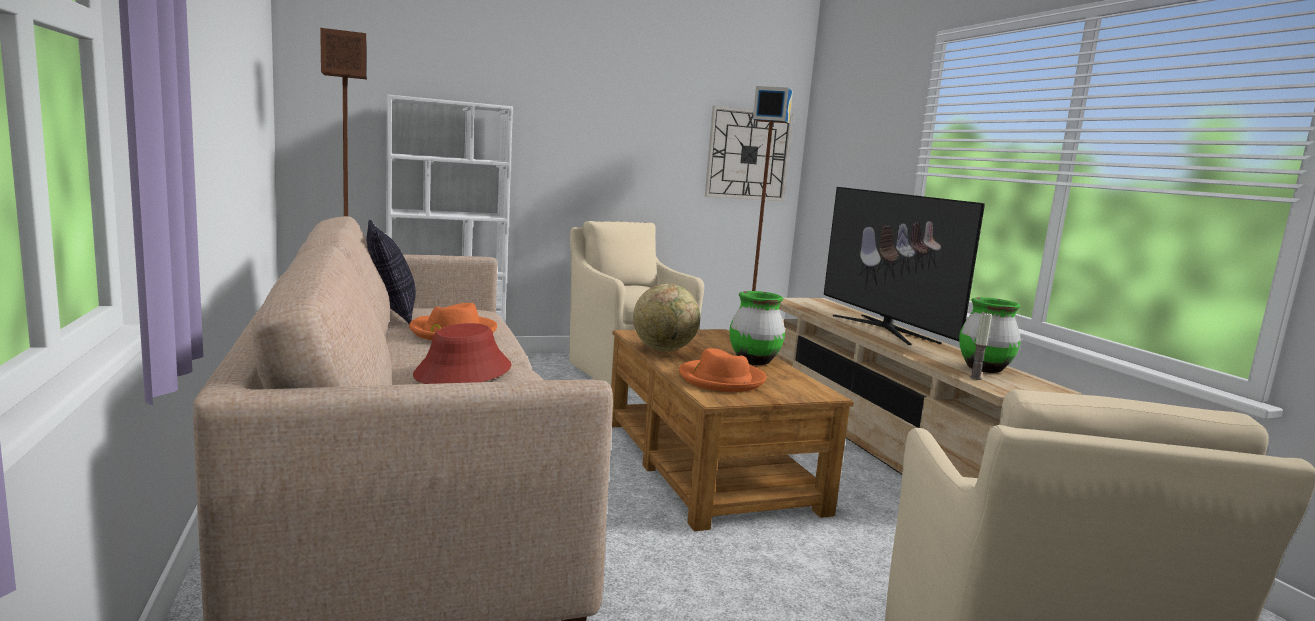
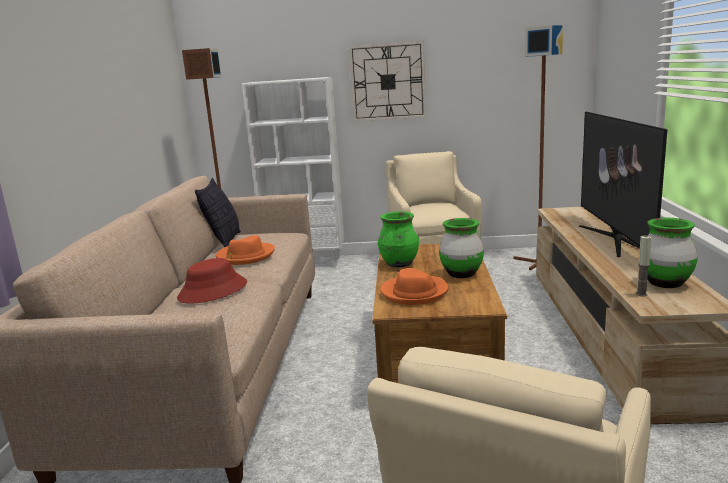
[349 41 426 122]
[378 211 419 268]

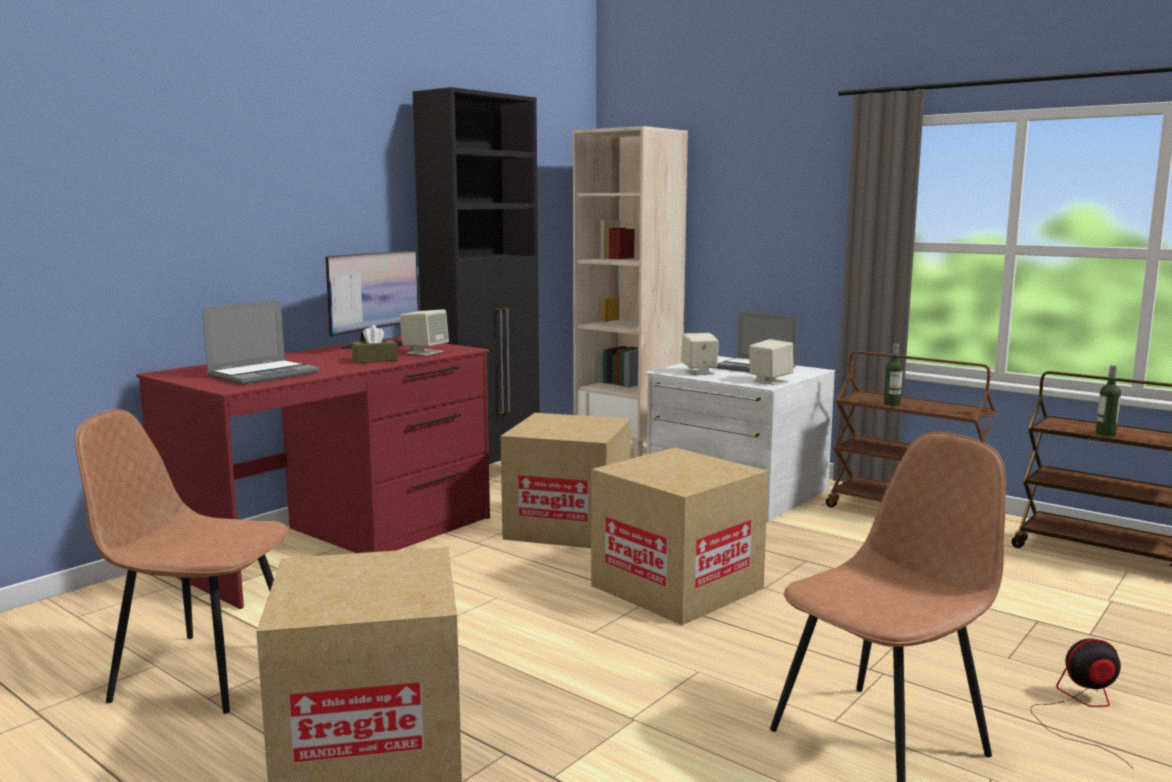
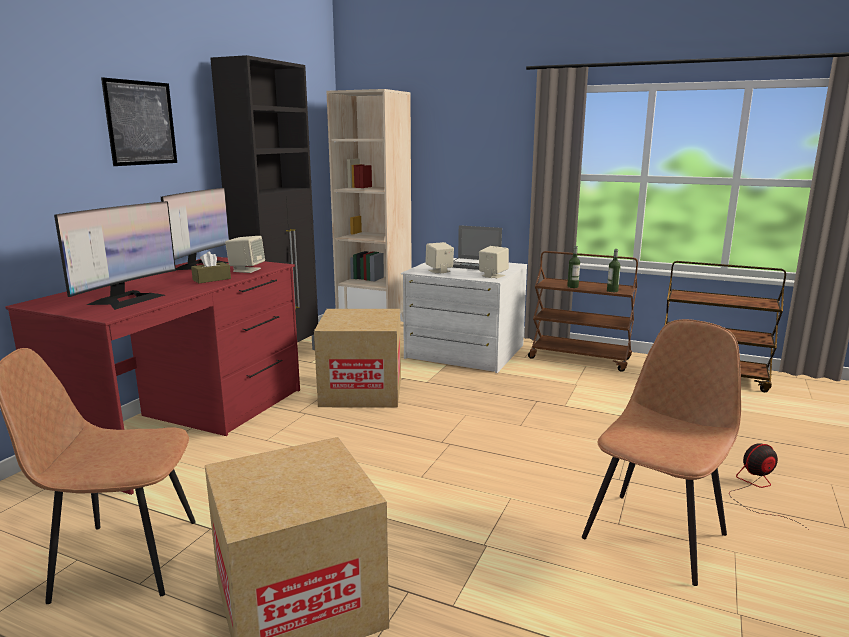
[591 447 768 625] (first image)
[101 77 177 166]
[607 249 621 292]
[54 201 176 310]

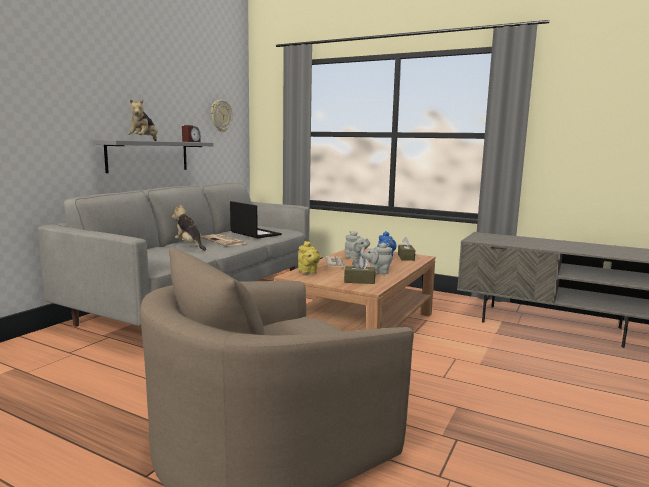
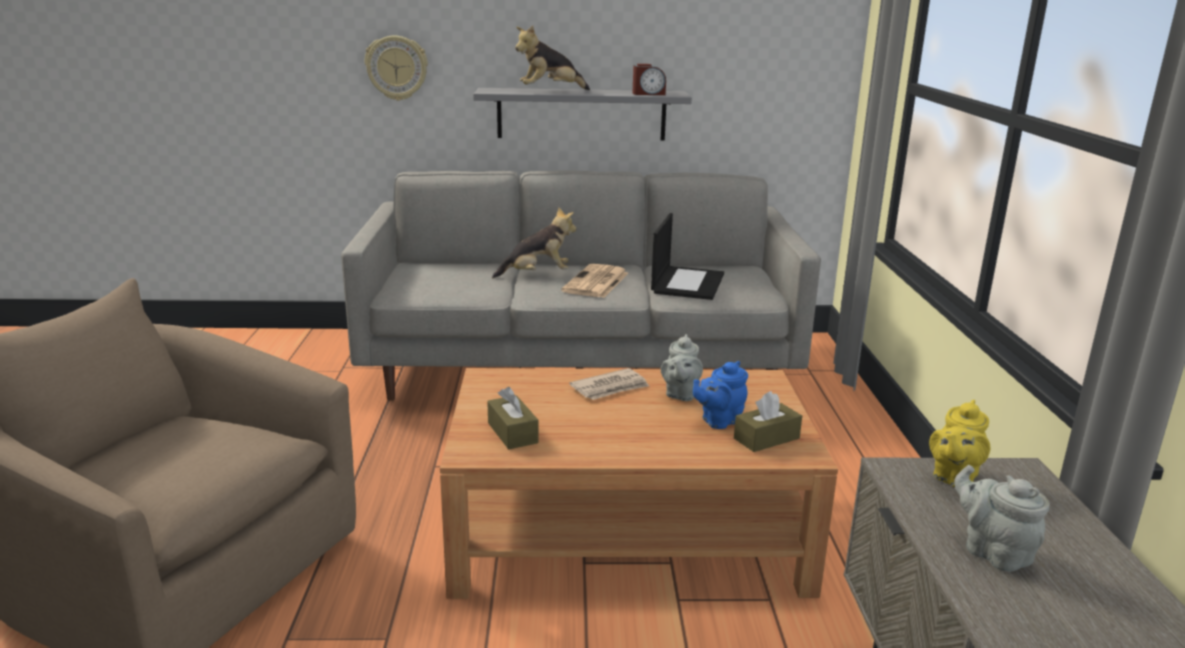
[365 36 428 101]
[929 400 990 487]
[954 465 1050 572]
[492 207 576 278]

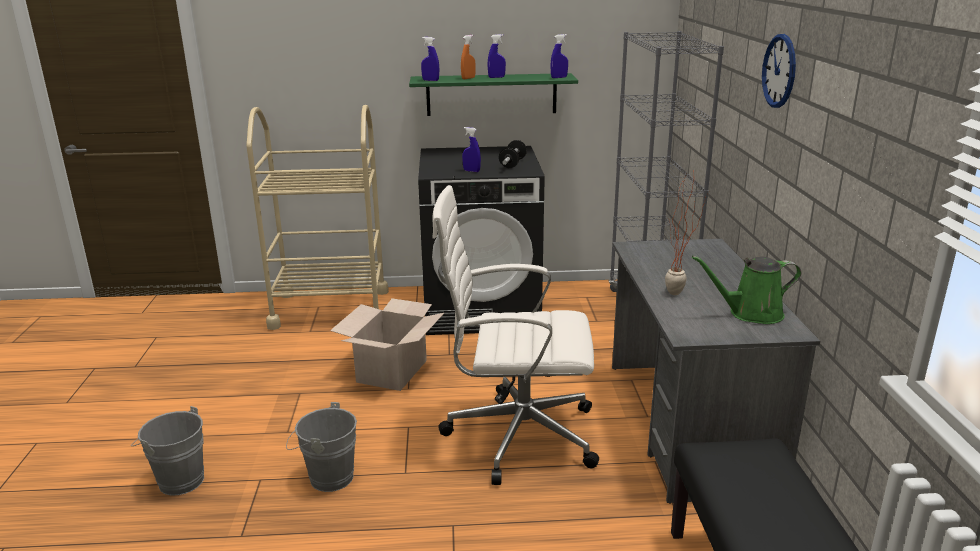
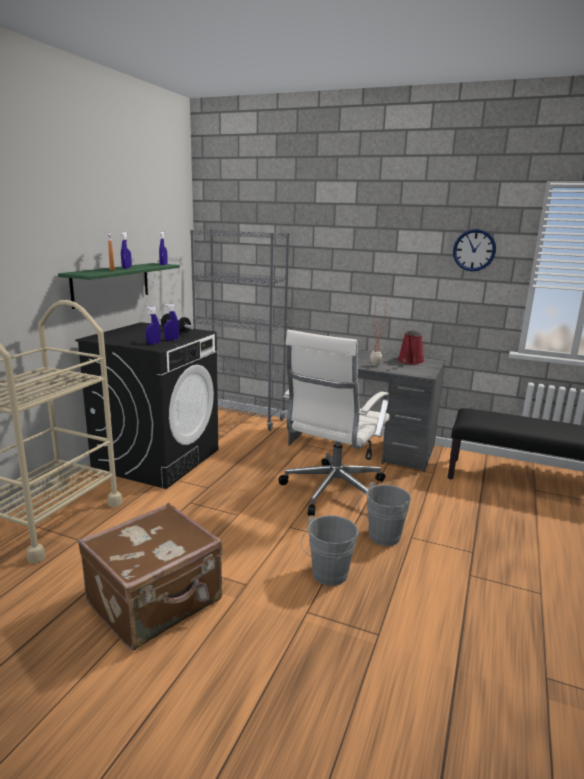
[330 298 444 391] (first image)
[78 503 223 651]
[358 482 411 546]
[146 306 161 345]
[453 229 496 271]
[398 330 425 364]

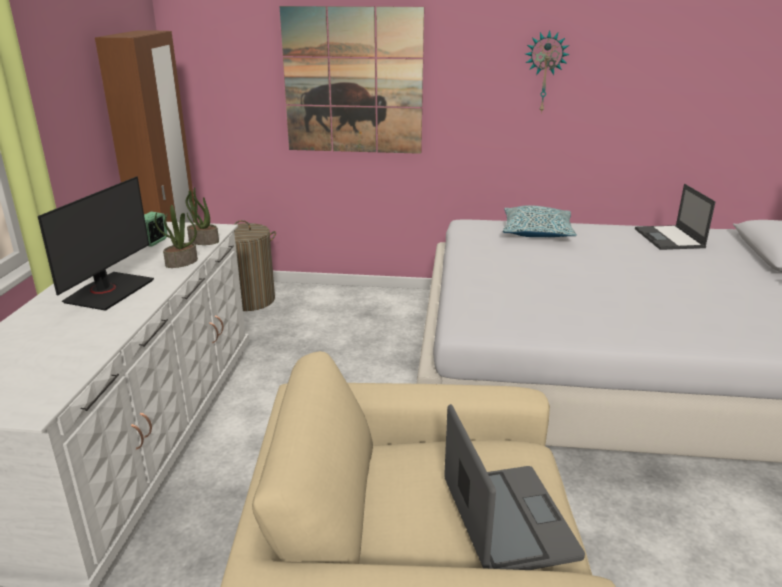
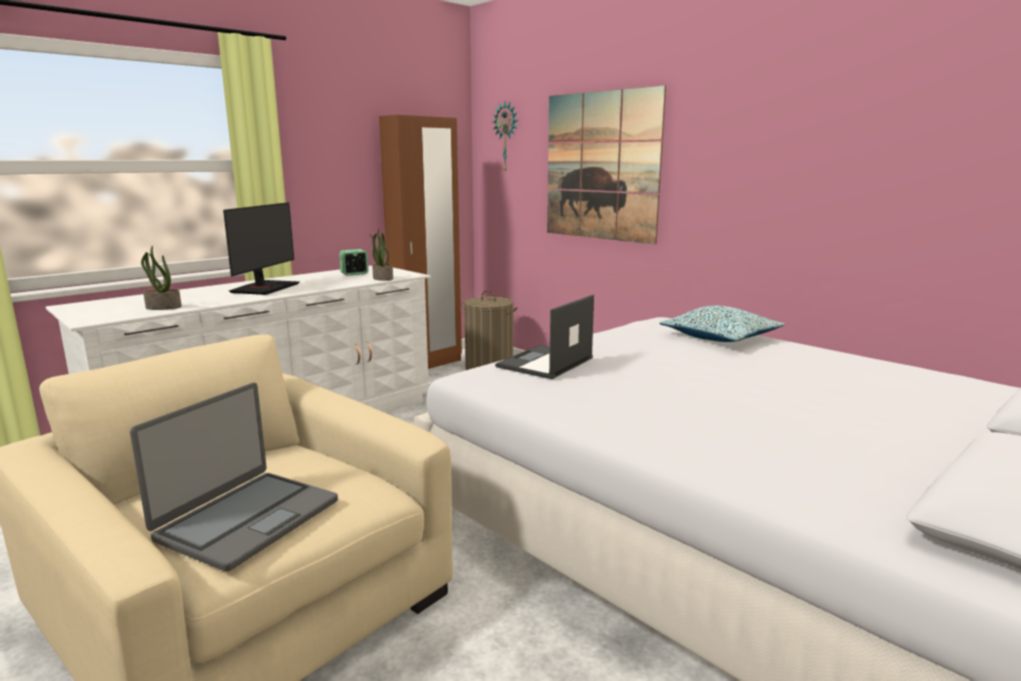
[141 246 182 310]
[493 102 518 171]
[495 295 594 379]
[223 202 299 295]

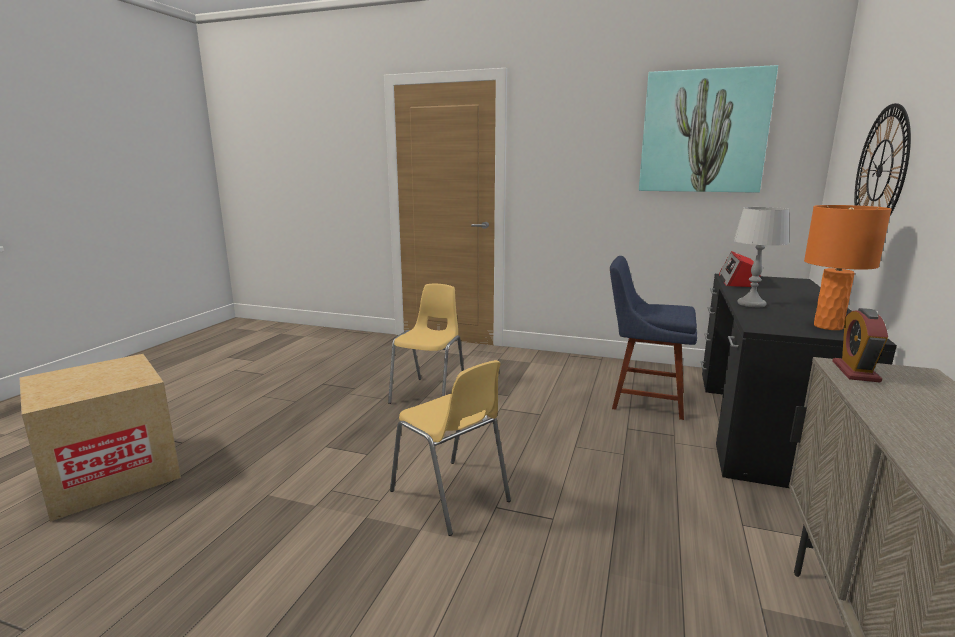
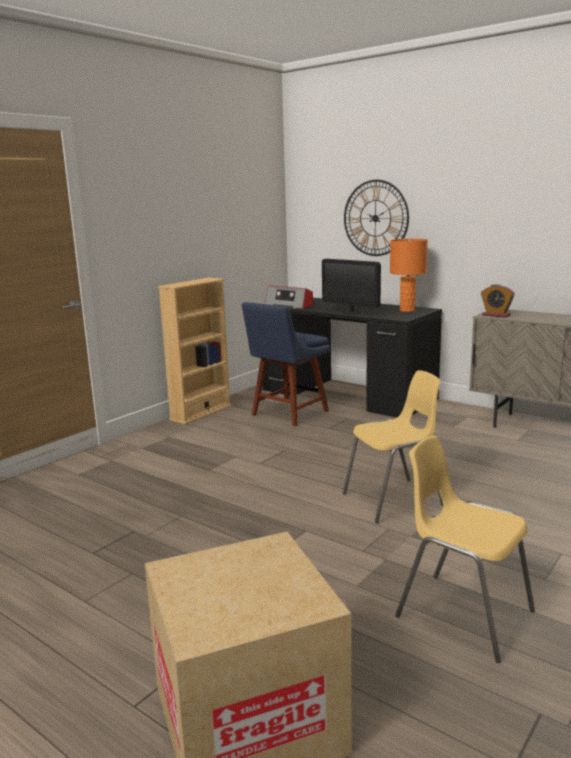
[639 65 778 193] (first image)
[158 278 232 425]
[395 436 535 663]
[322 259 381 314]

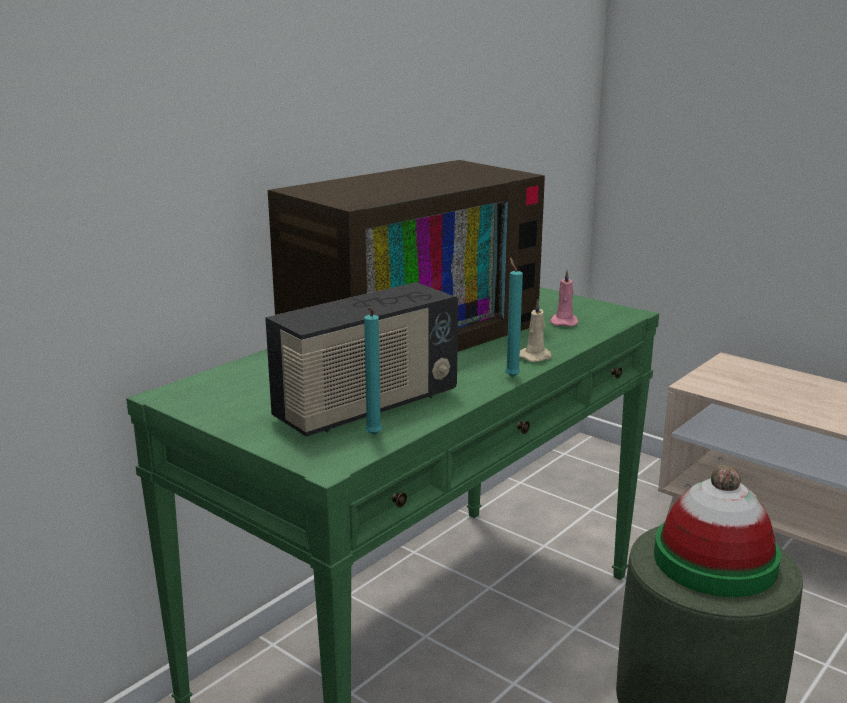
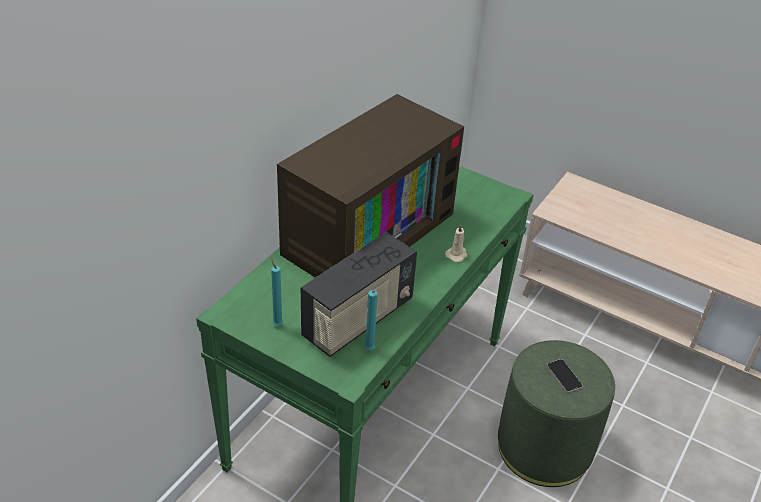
[550 270 578 327] (first image)
[271 257 283 326]
[547 359 583 392]

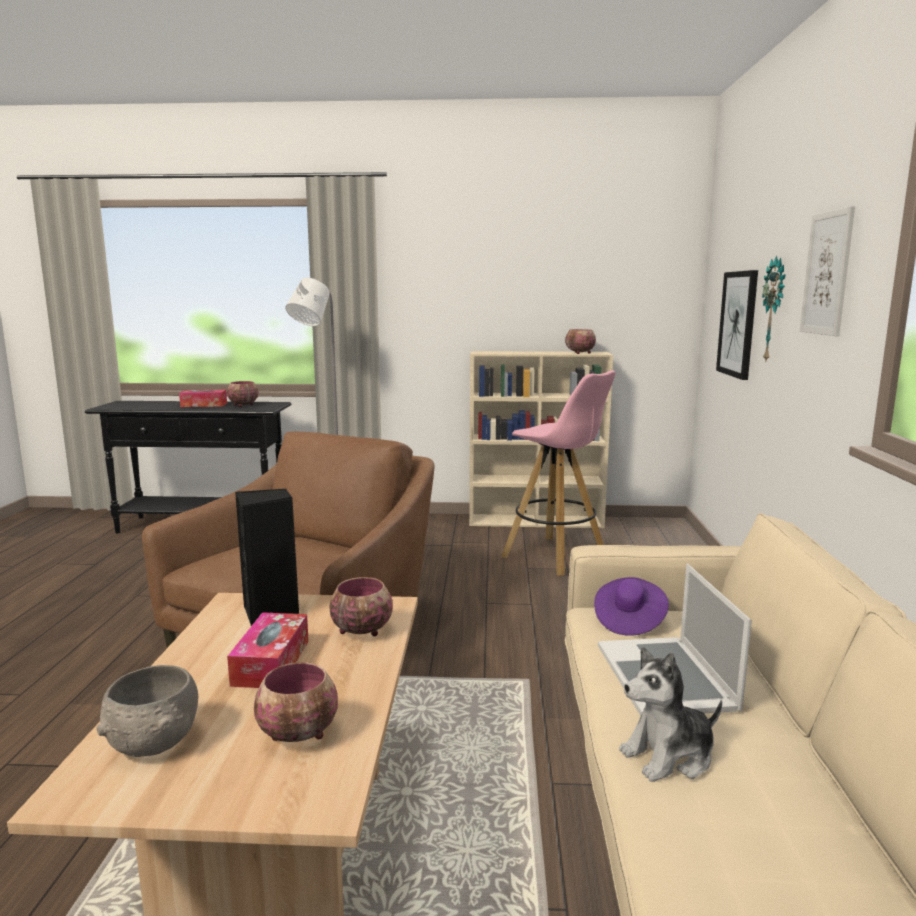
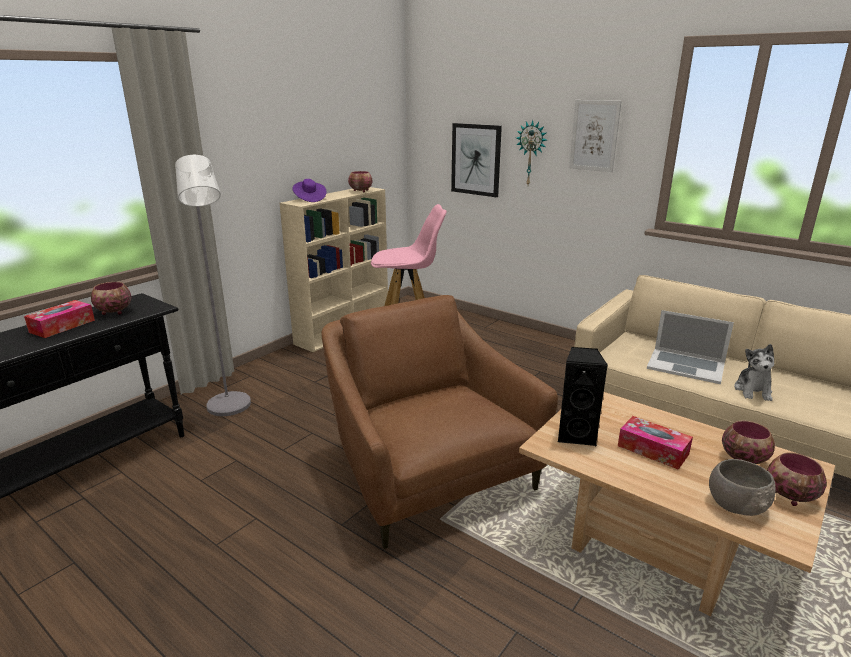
[767 453 827 506]
[292 179 327 202]

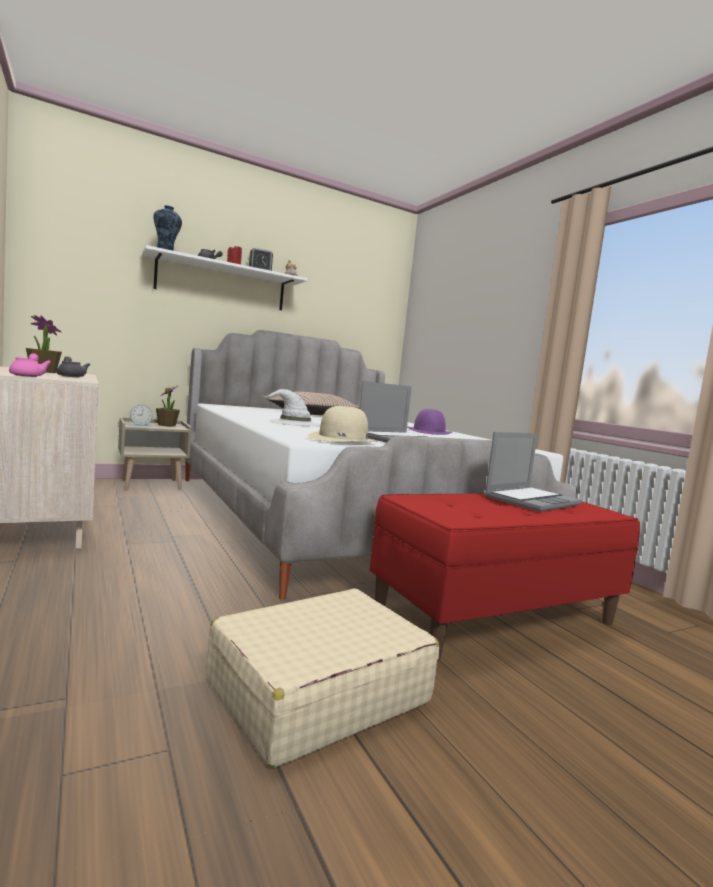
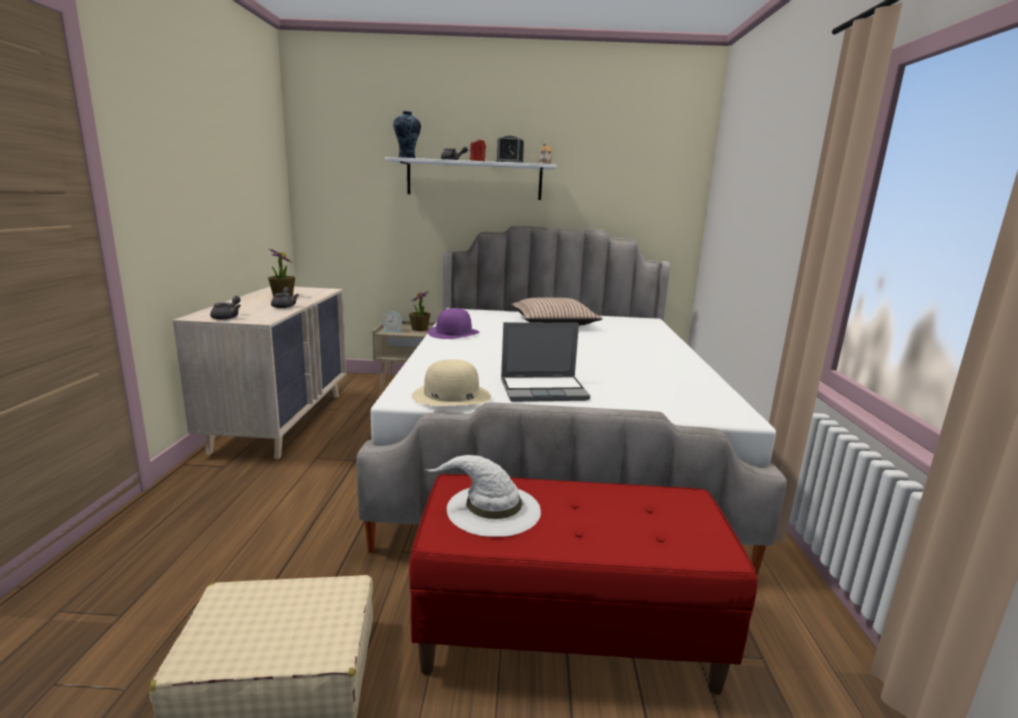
[485 432 582 512] (first image)
[424 455 541 537]
[428 308 480 339]
[210 296 241 320]

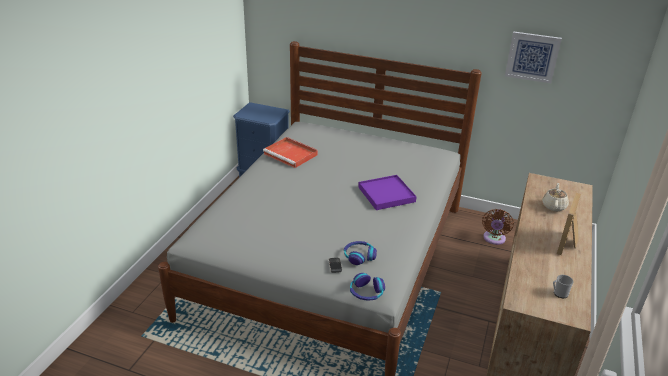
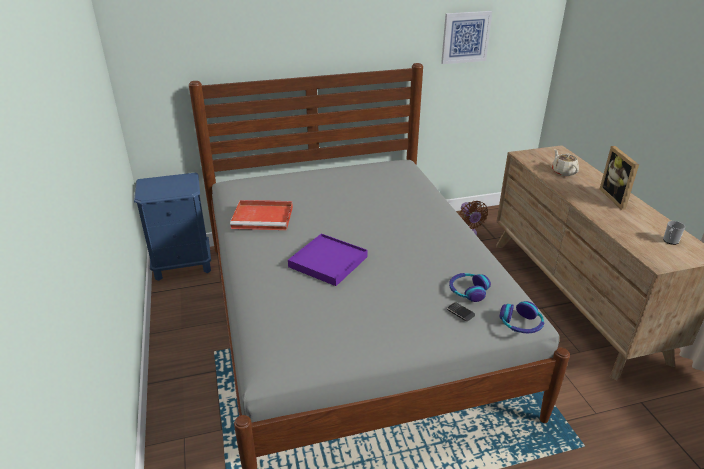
[288 234 368 286]

